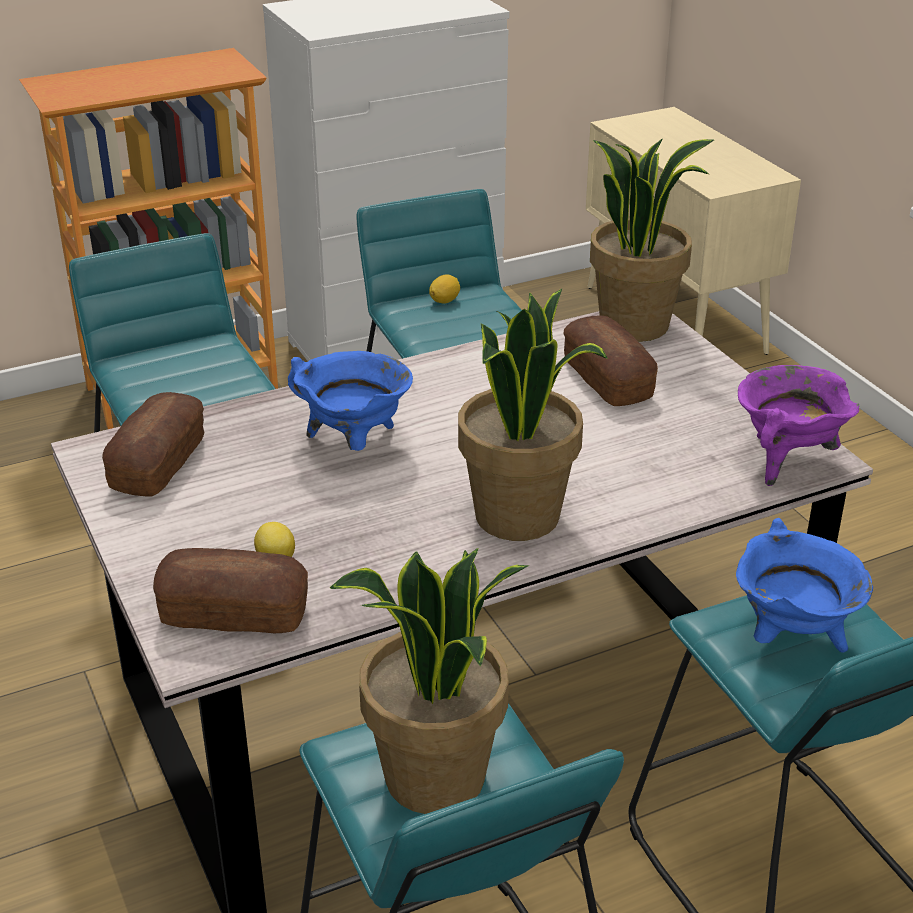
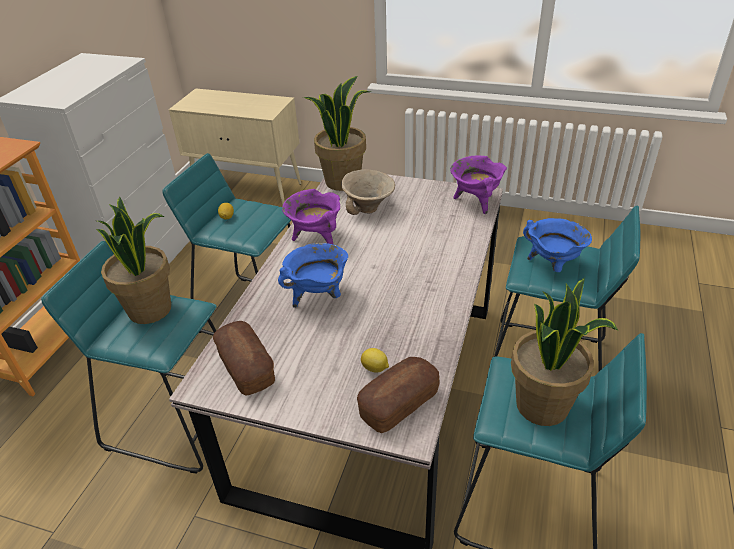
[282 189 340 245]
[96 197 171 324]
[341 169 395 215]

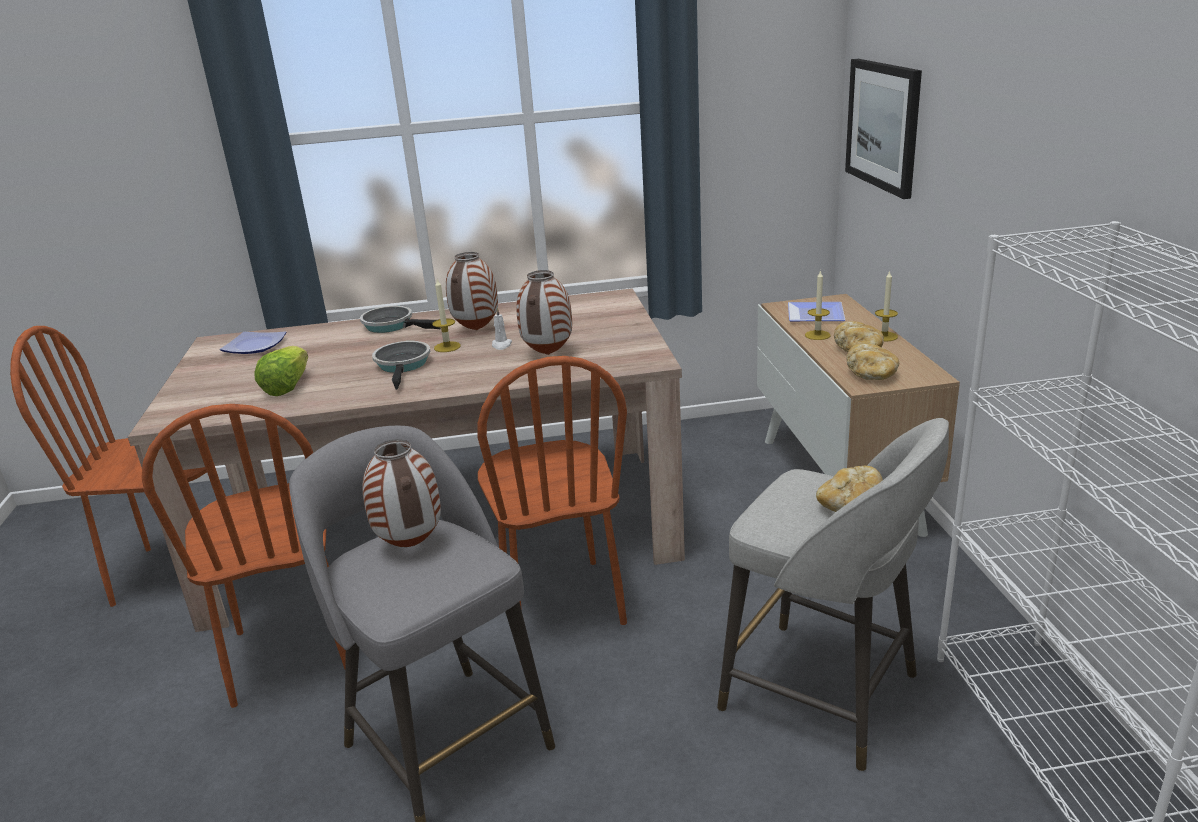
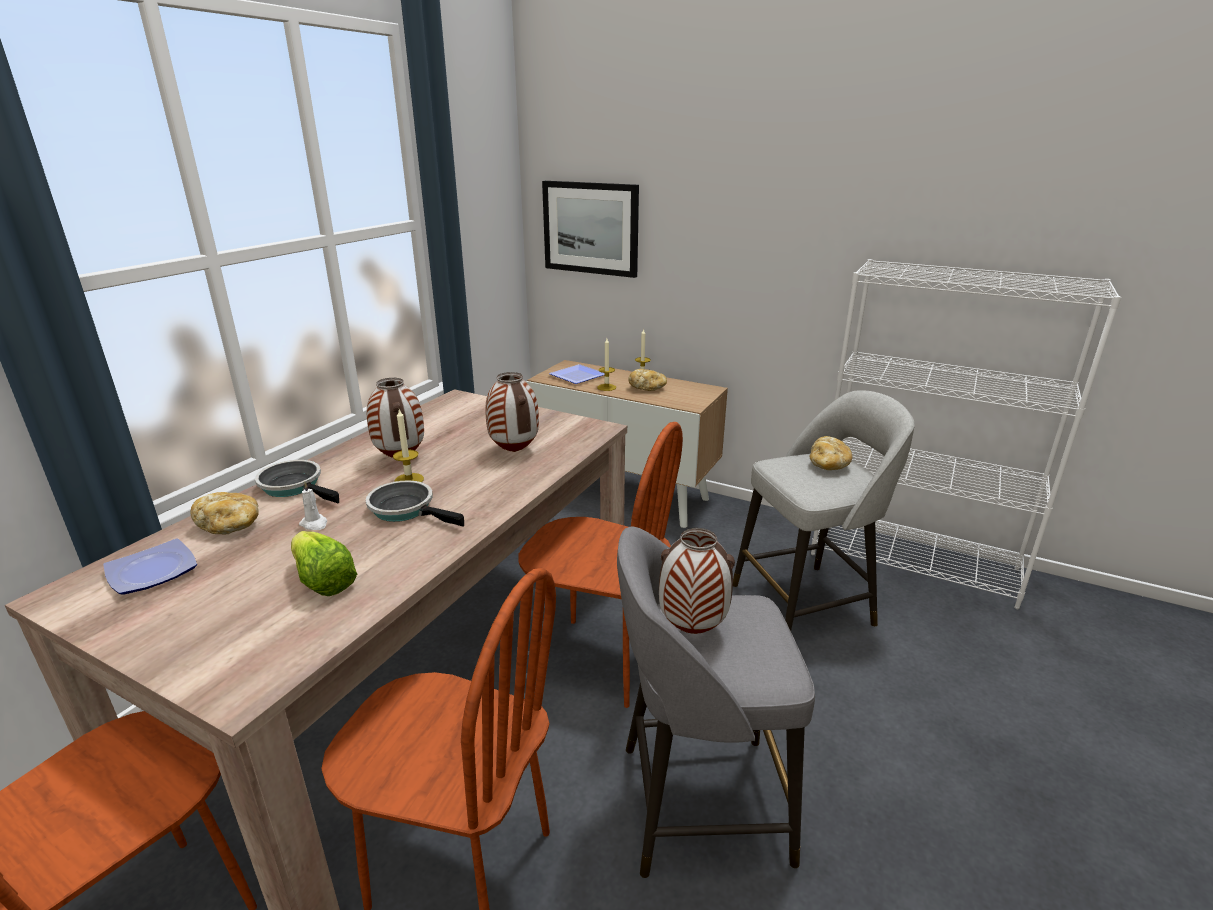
[299 482 327 530]
[190 492 259 534]
[255 460 339 503]

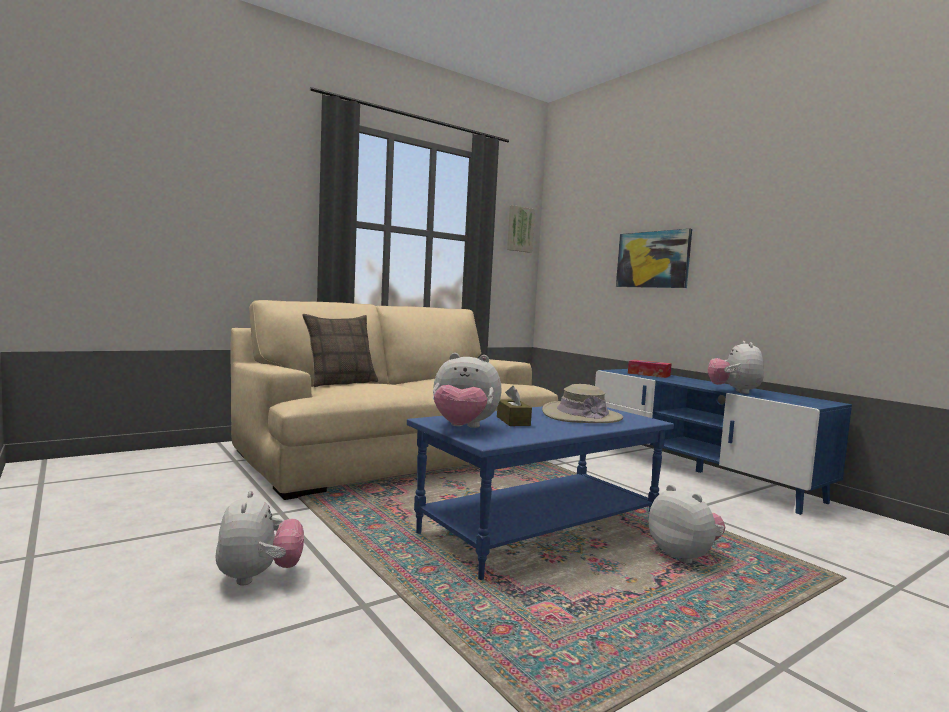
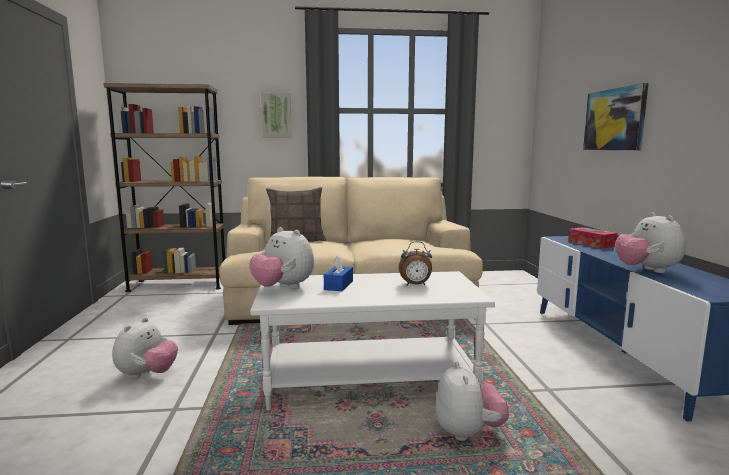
[103 83 225 292]
[261 93 292 137]
[399 241 432 285]
[250 271 495 411]
[324 256 353 291]
[615 212 686 273]

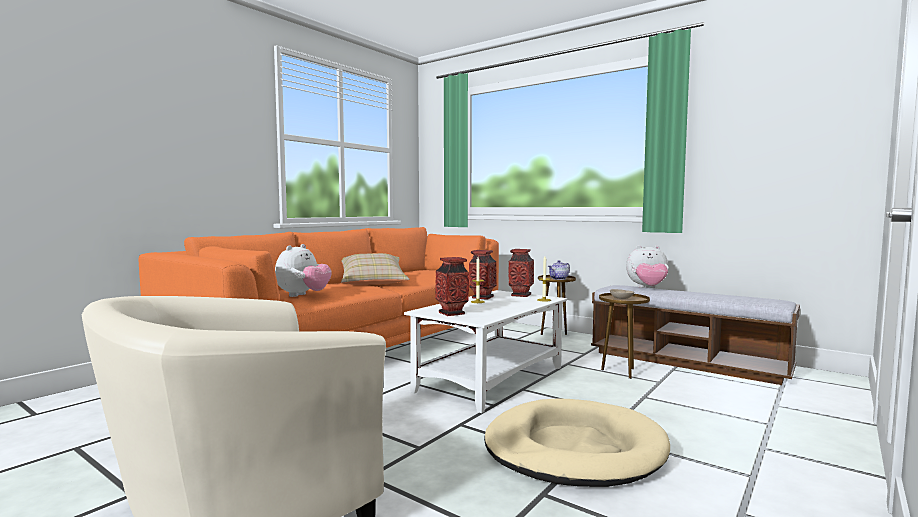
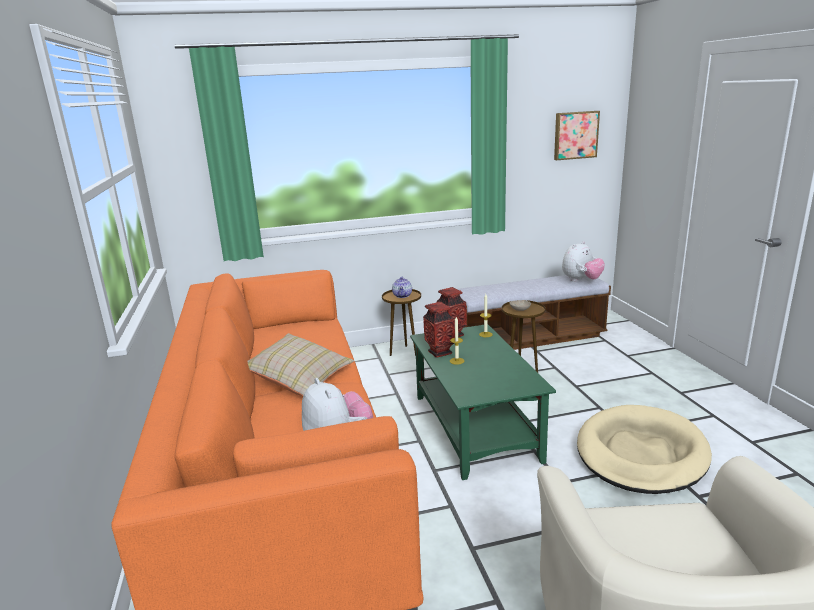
[435 257 469 316] (first image)
[554 111 600 160]
[562 241 605 282]
[410 324 556 480]

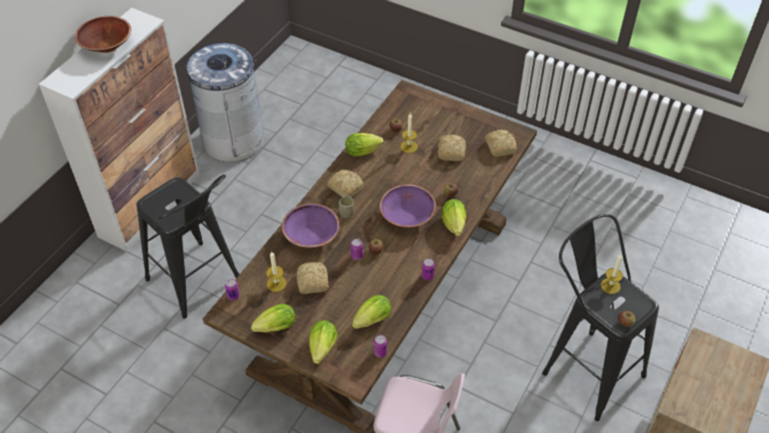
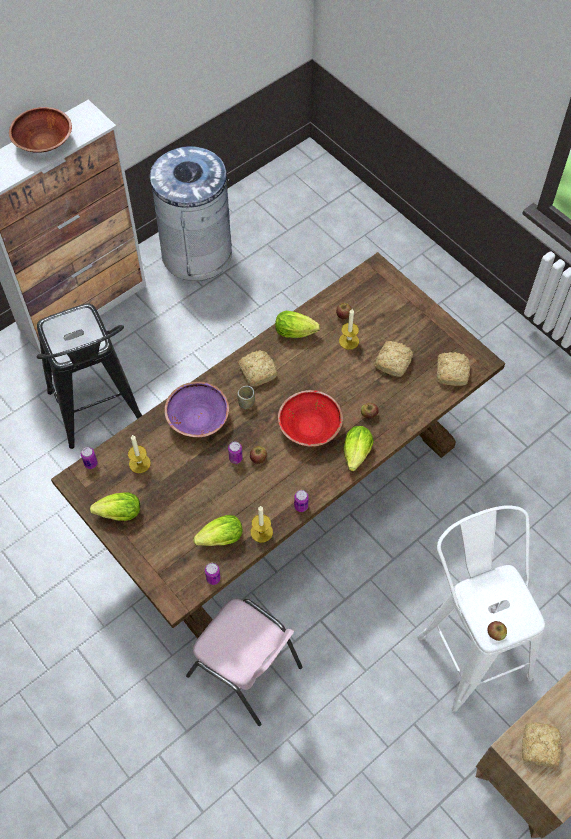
[309 320 338 364] (first image)
[522 722 562 767]
[251 506 273 543]
[278 390 343 447]
[417 505 545 712]

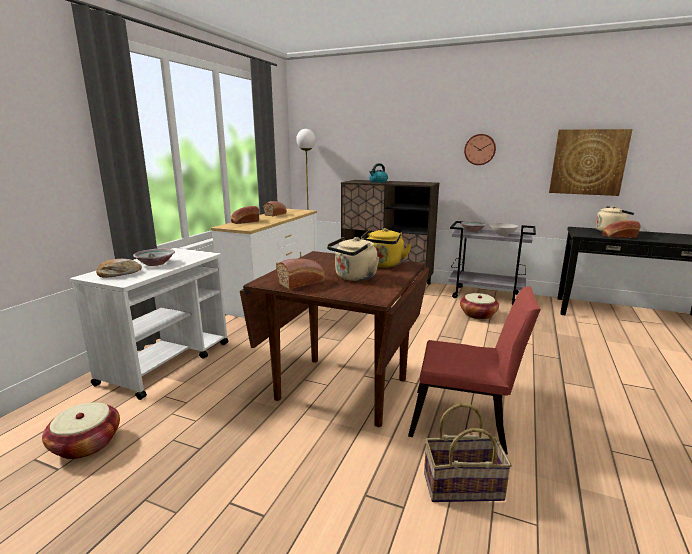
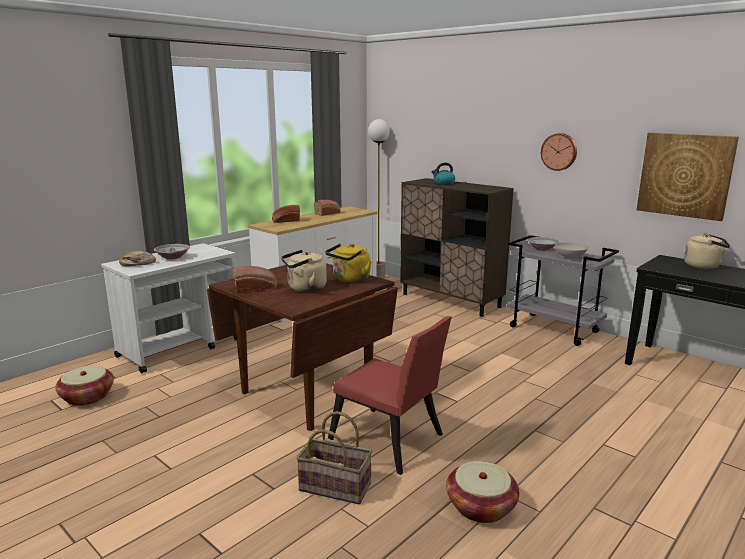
[603 220 641 238] (first image)
[446 461 519 523]

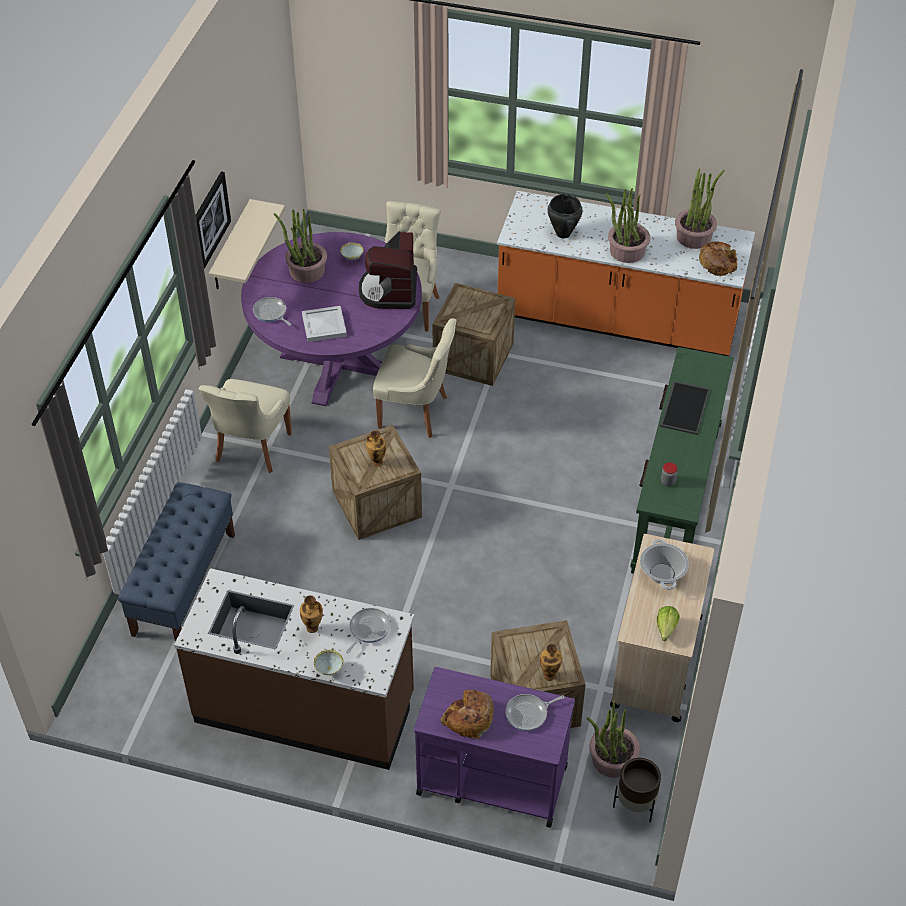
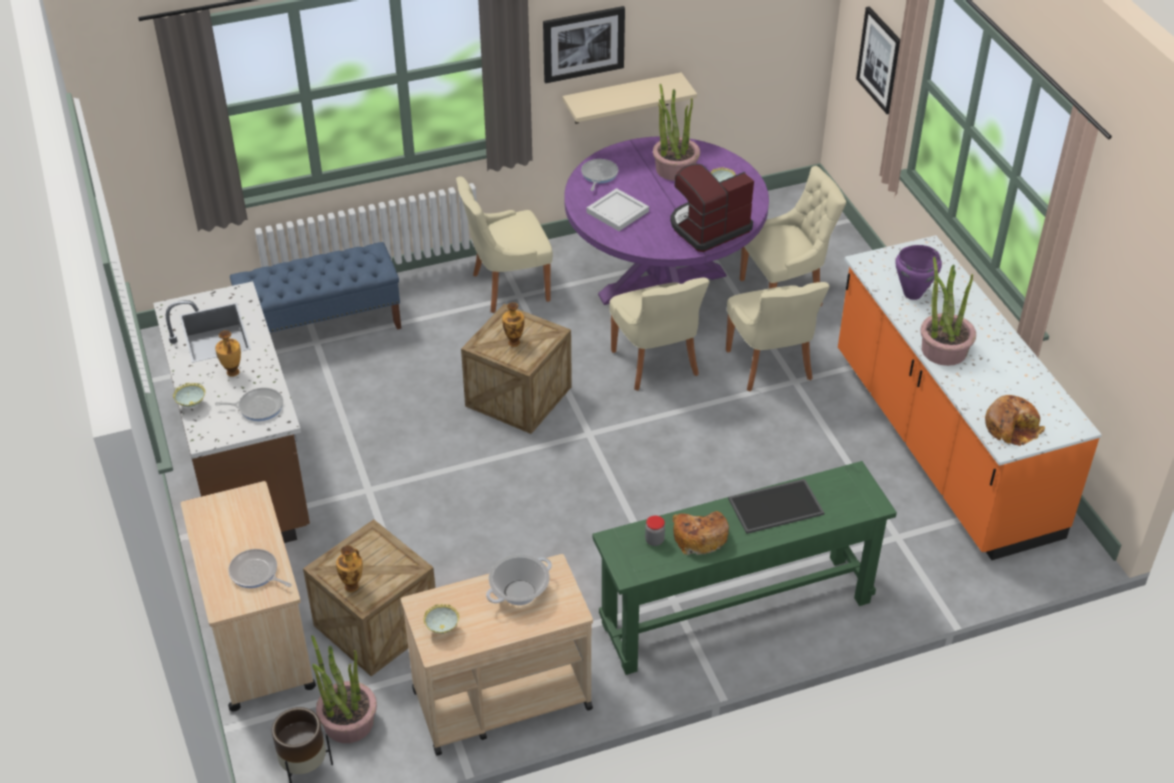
[675 168 725 249] (first image)
[856 6 900 114]
[673 511 729 555]
[726 282 830 392]
[423 604 459 634]
[181 481 316 711]
[895 245 942 300]

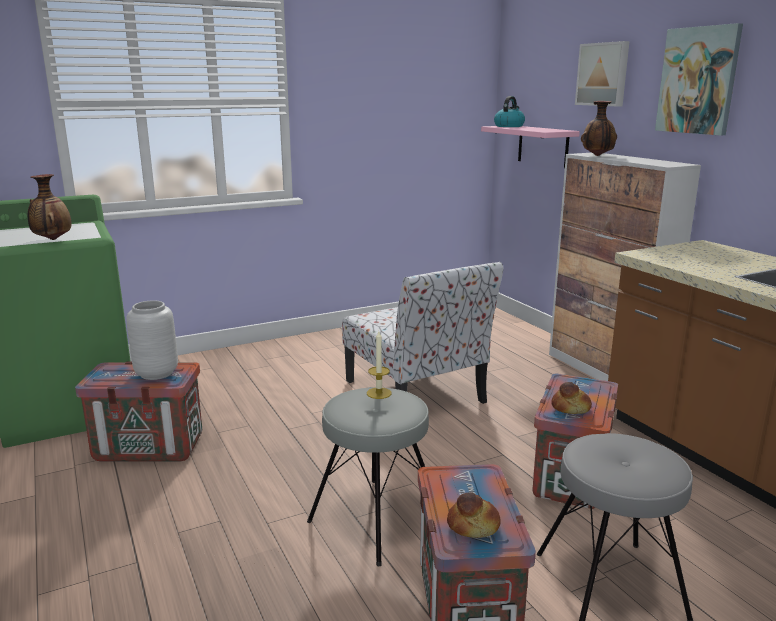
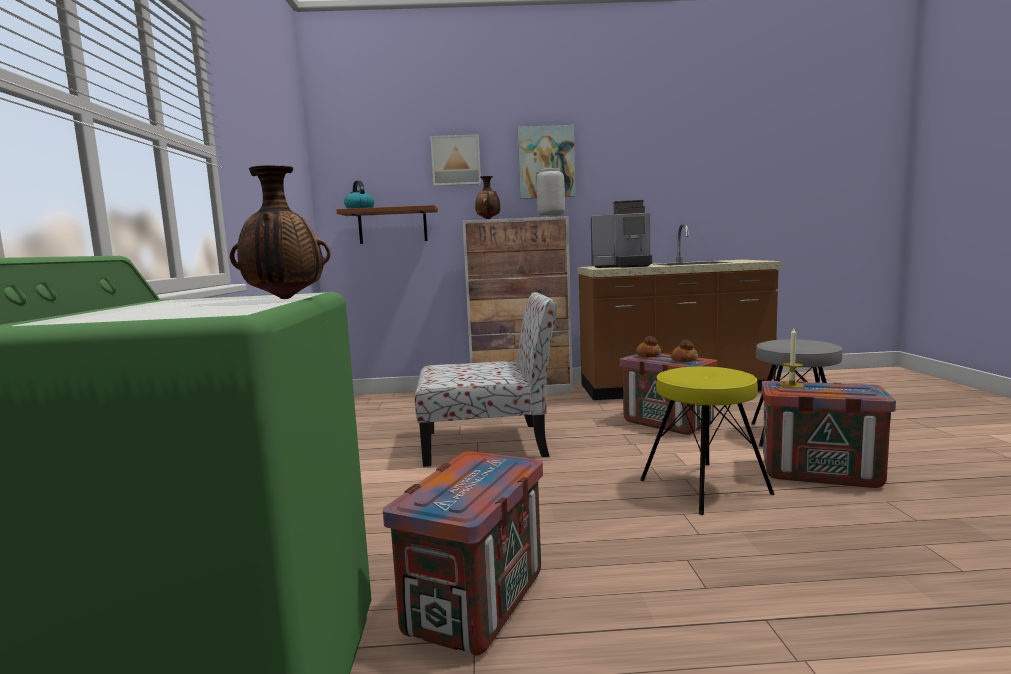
[591 200 652 268]
[536 168 565 217]
[780 328 804 388]
[636 336 661 357]
[640 366 775 515]
[336 205 438 244]

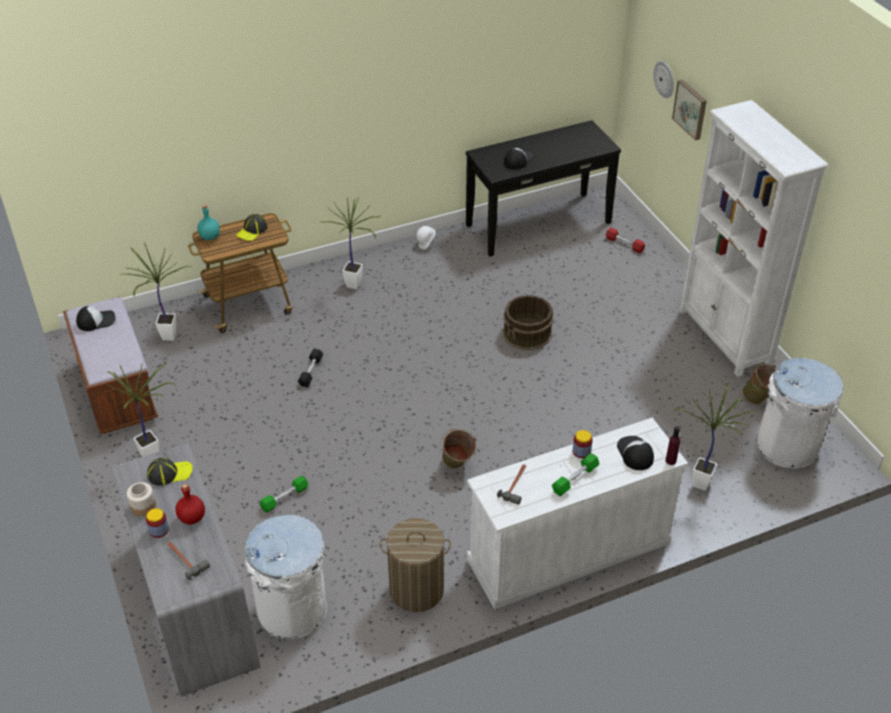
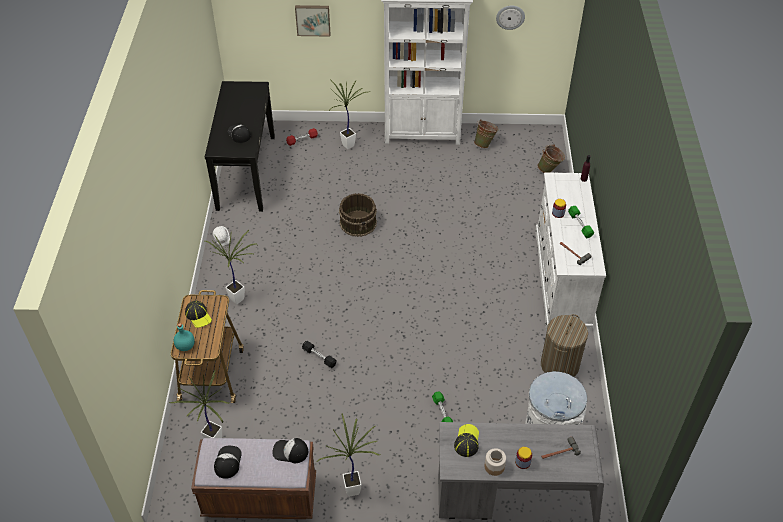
[175 484 205 525] (first image)
[757 358 844 469] (first image)
[537 144 565 173]
[272 438 308 463]
[496 5 525 30]
[329 79 370 149]

